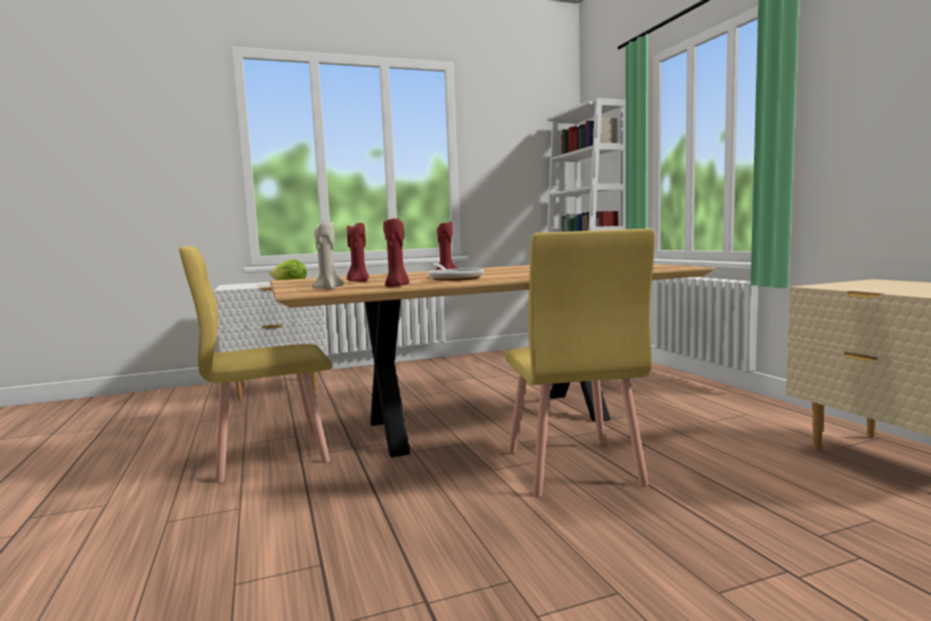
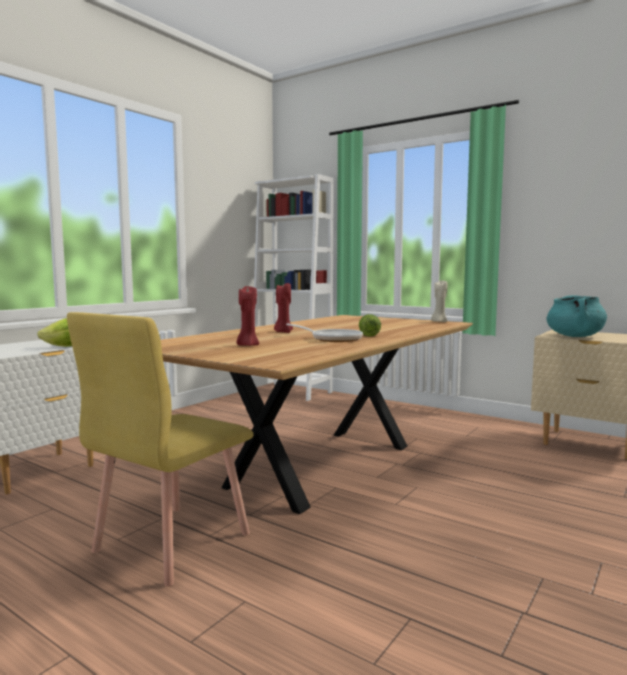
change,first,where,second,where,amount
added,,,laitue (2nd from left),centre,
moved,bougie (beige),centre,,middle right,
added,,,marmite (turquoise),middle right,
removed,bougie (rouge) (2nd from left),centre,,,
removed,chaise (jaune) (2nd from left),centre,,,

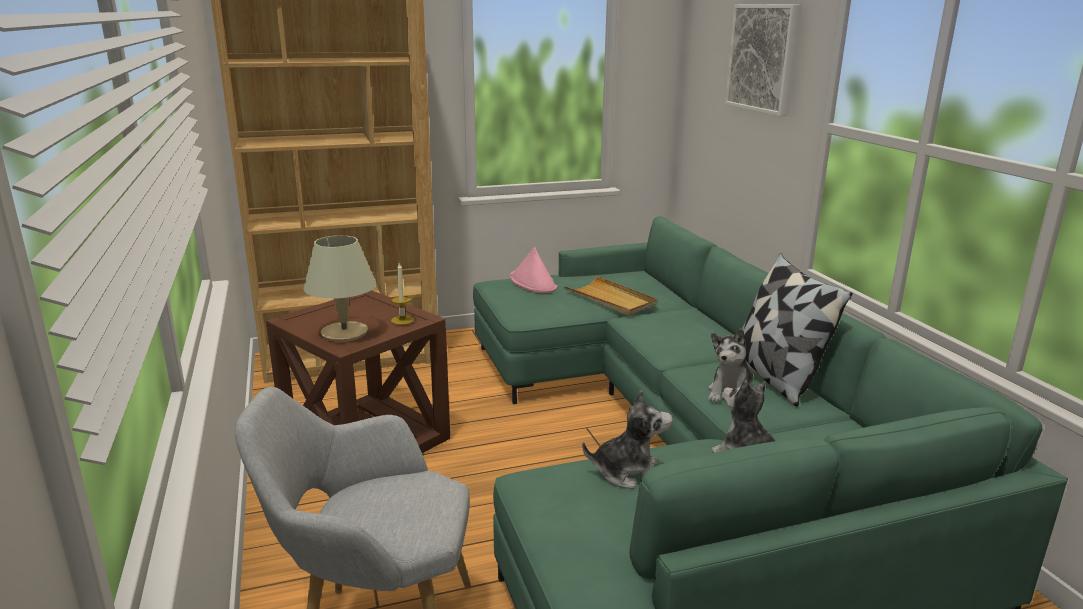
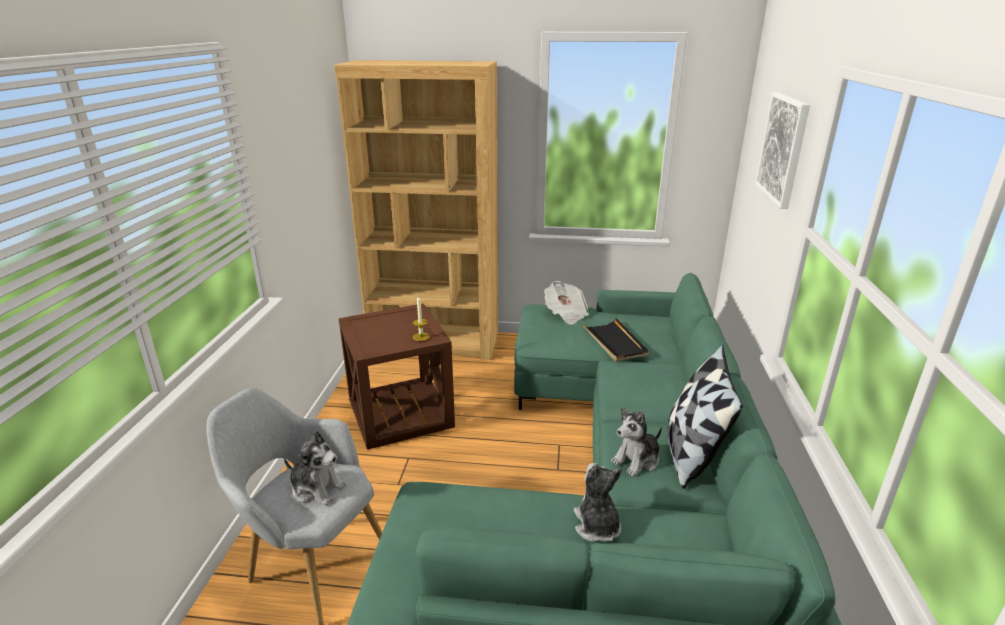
change,first,where,second,where,amount
moved,peluche (1st from left),bottom centre,,bottom left,
replaced,chapeau (rose),centre,journal,centre,
recoloured,plateau (beige),centre,plateau (noir),centre,
removed,lampe de table (beige),middle left,,,

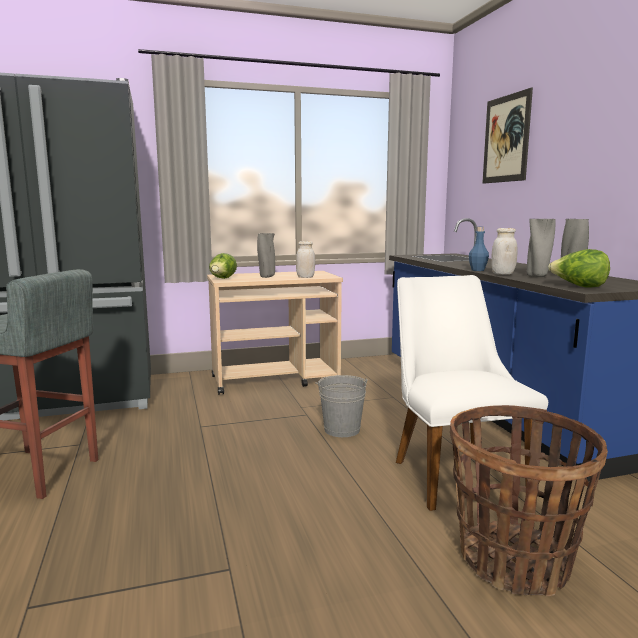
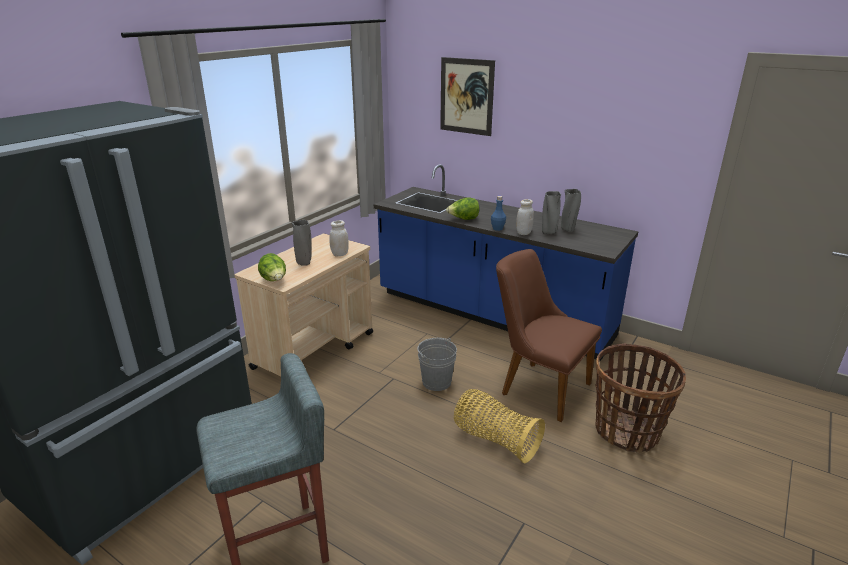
change,first,where,second,where,amount
moved,laitue (2nd from left),middle right,,centre,
added,,,panier (1st from left),bottom centre,
recoloured,chaise (blanc),middle right,chaise (marron),centre,

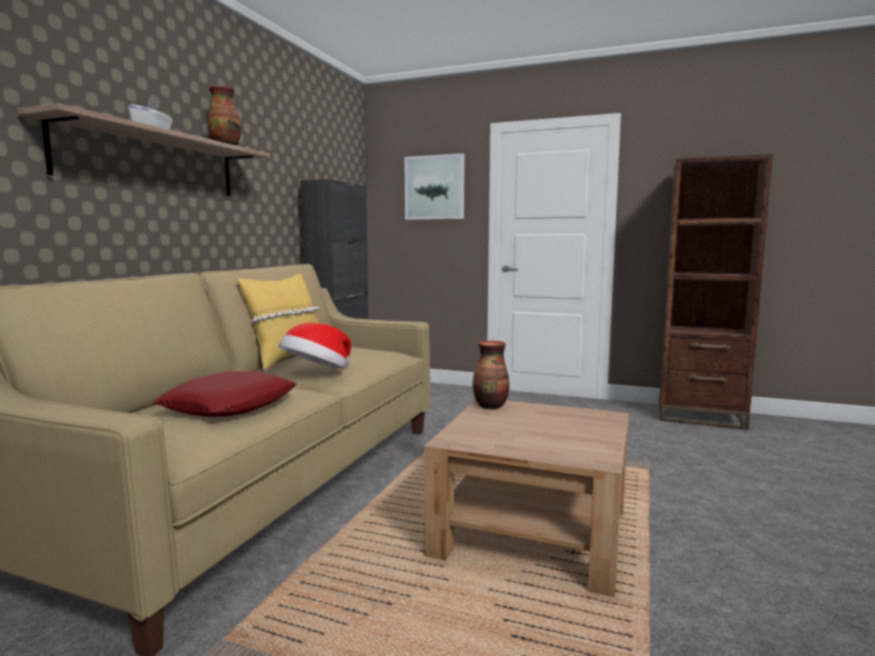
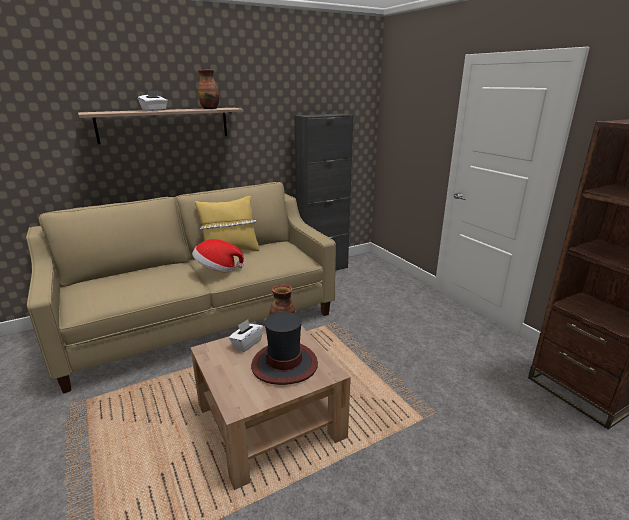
change,first,where,second,where,amount
added,,,boîte à mouchoirs (blanc) (2nd from left),centre,
added,,,chapeau (2nd from left),bottom centre,
removed,coussin (rouge),middle left,,,
removed,tableau,top centre,,,

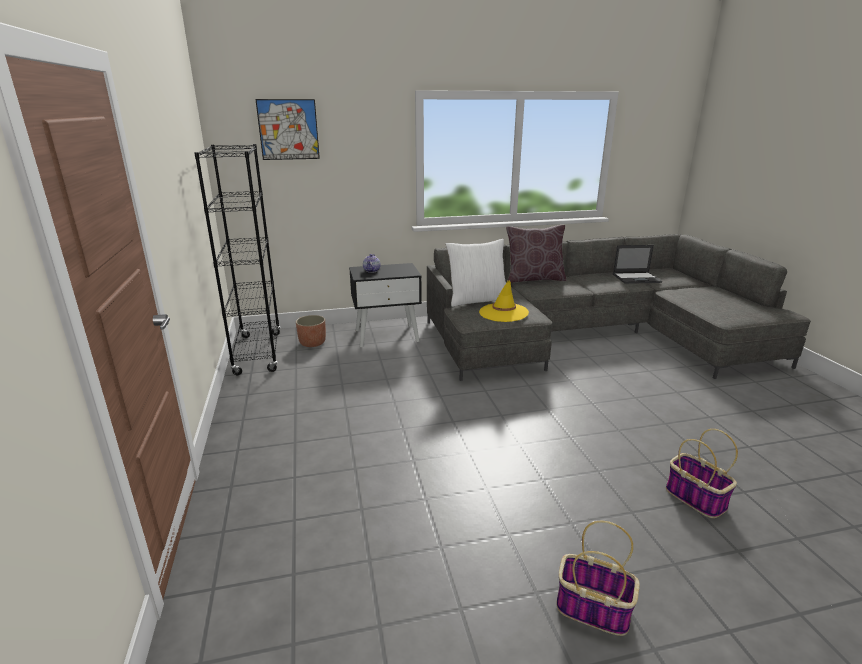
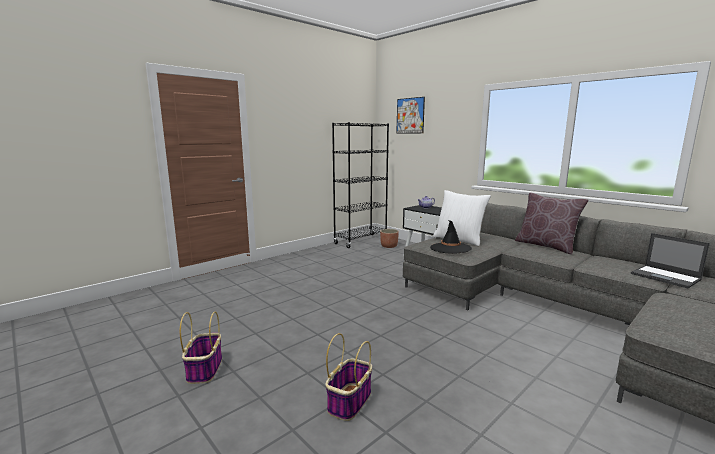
change,first,where,second,where,amount
recoloured,chapeau (jaune),centre,chapeau (noir),centre,

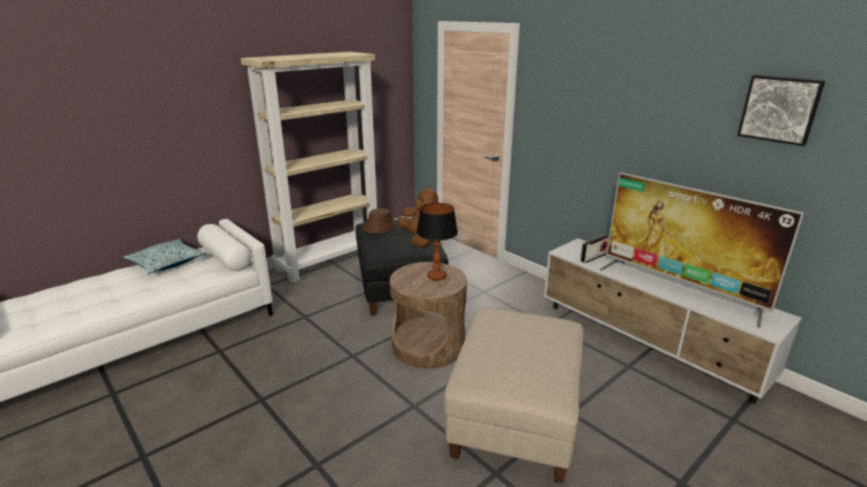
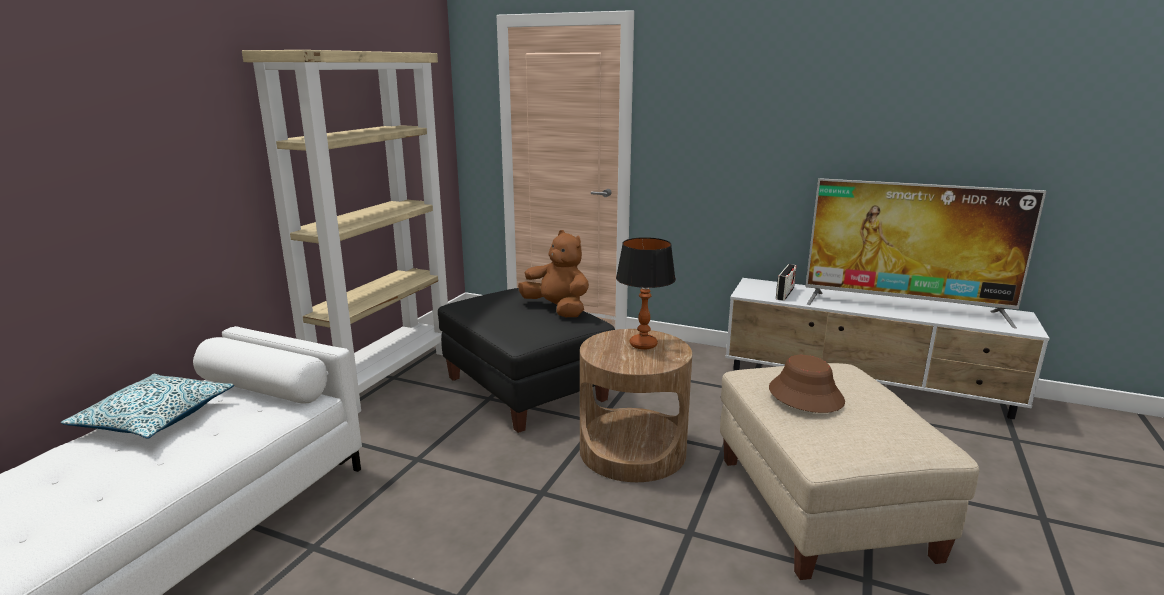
change,first,where,second,where,amount
moved,chapeau (marron),centre,,middle right,
removed,tableau,top right,,,

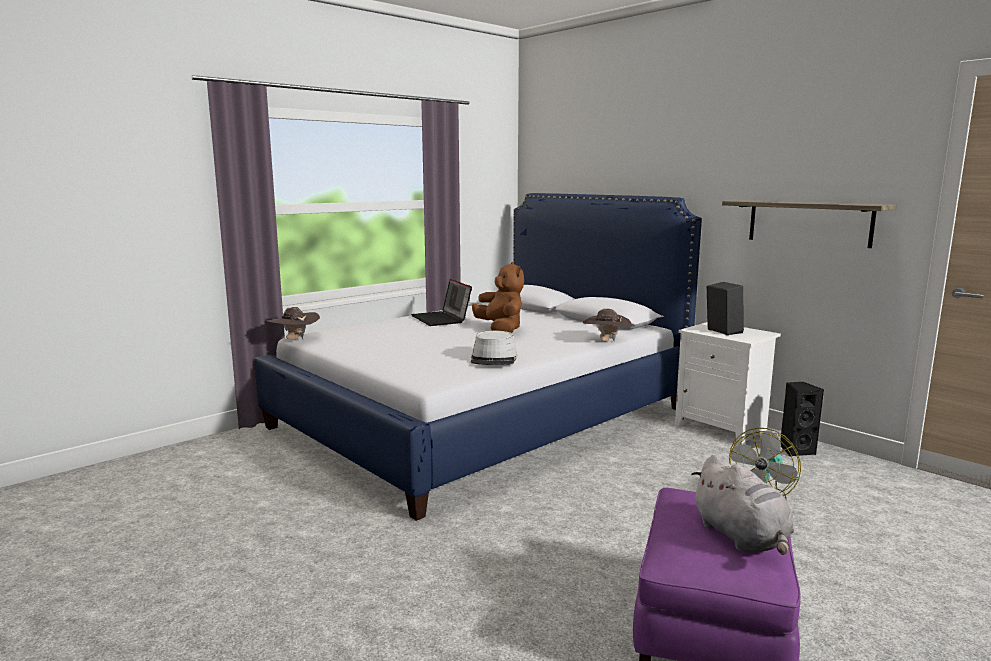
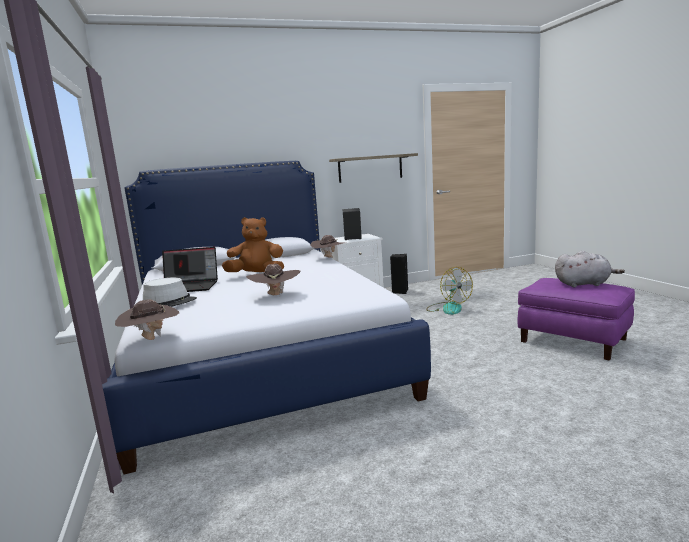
change,first,where,second,where,amount
moved,chapeau (gris),centre,,middle left,
added,,,chapeau (marron) (2nd from left),centre,

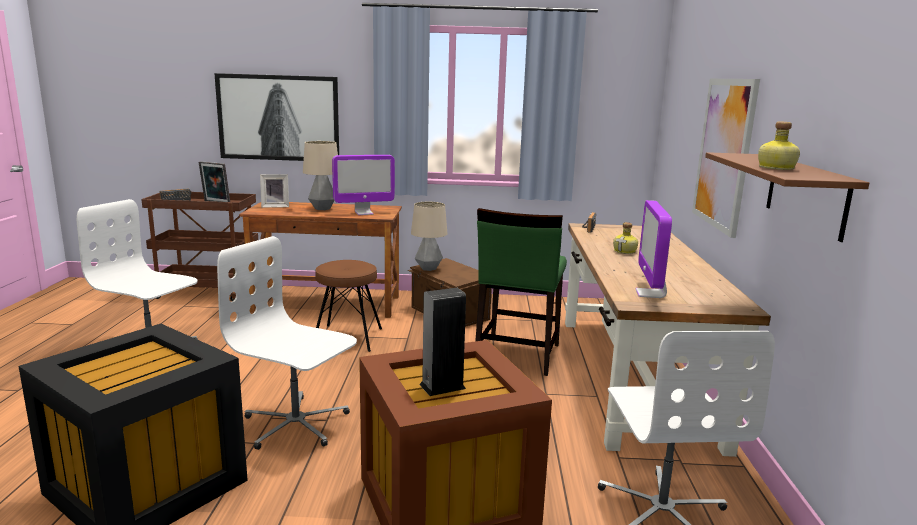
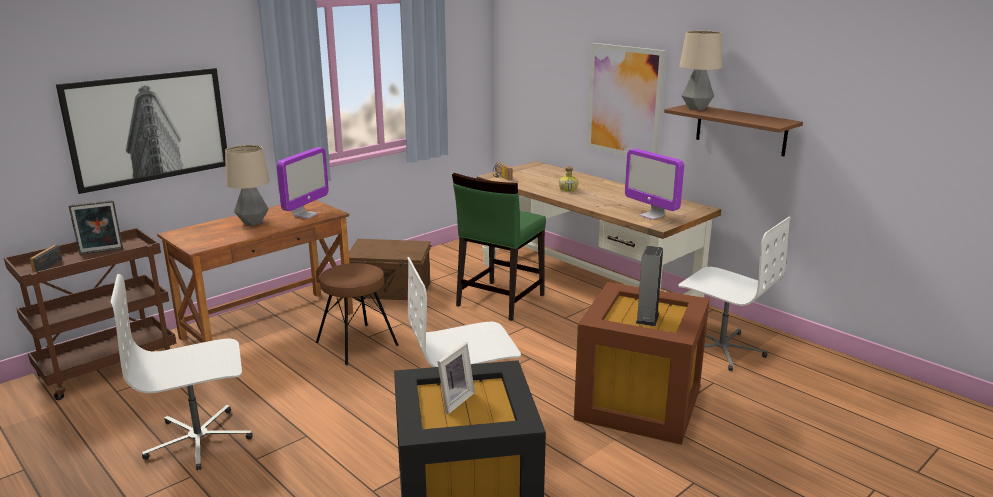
change,first,where,second,where,amount
moved,cadre photo (2nd from left),middle left,,bottom centre,
turned,chaise (vert),centre,,centre,60 degrees clockwise
moved,lampe de table (2nd from left),centre,,top right,
removed,bouteille (2nd from left),top right,,,

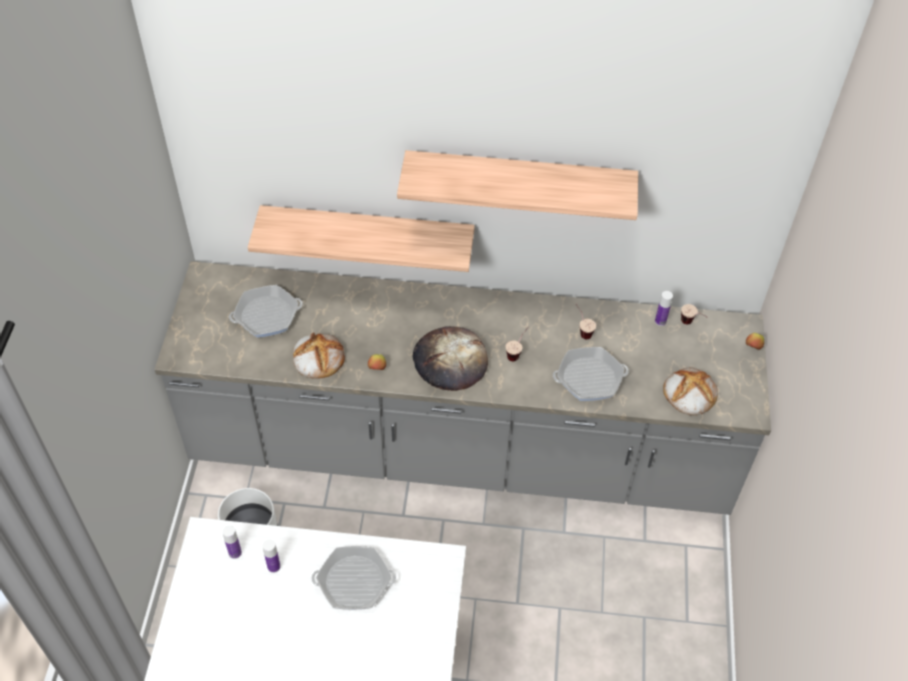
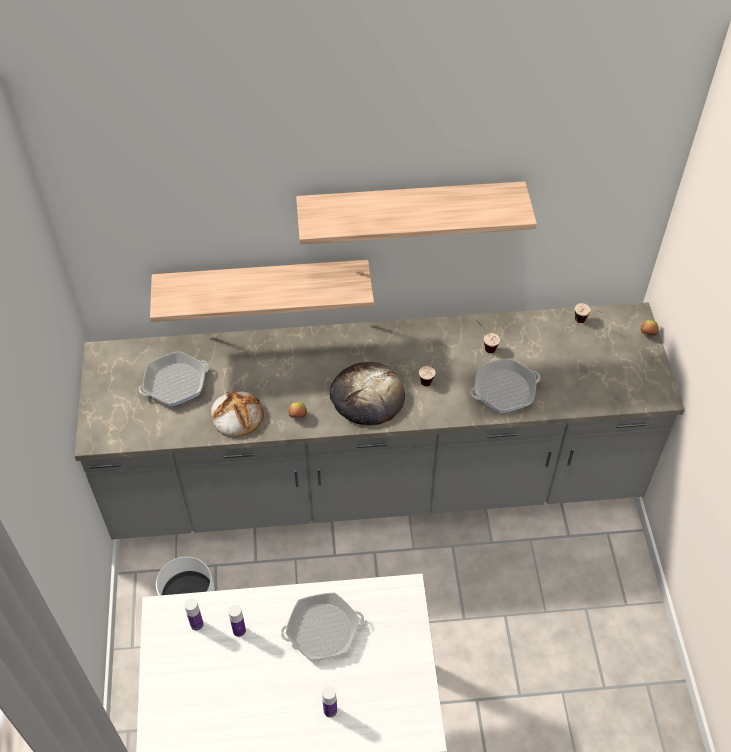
change,first,where,second,where,amount
moved,bouteille (3rd from left),middle right,,bottom centre,
removed,pain (3rd from left),middle right,,,

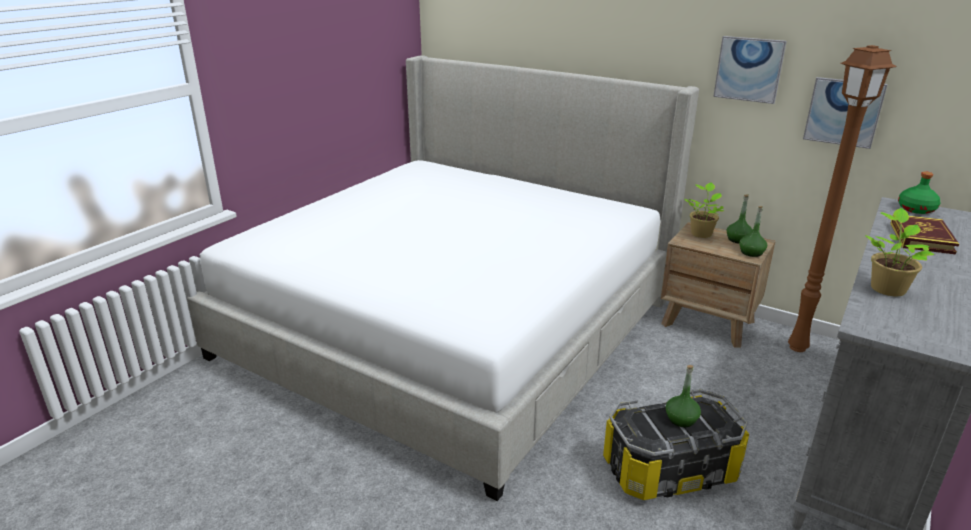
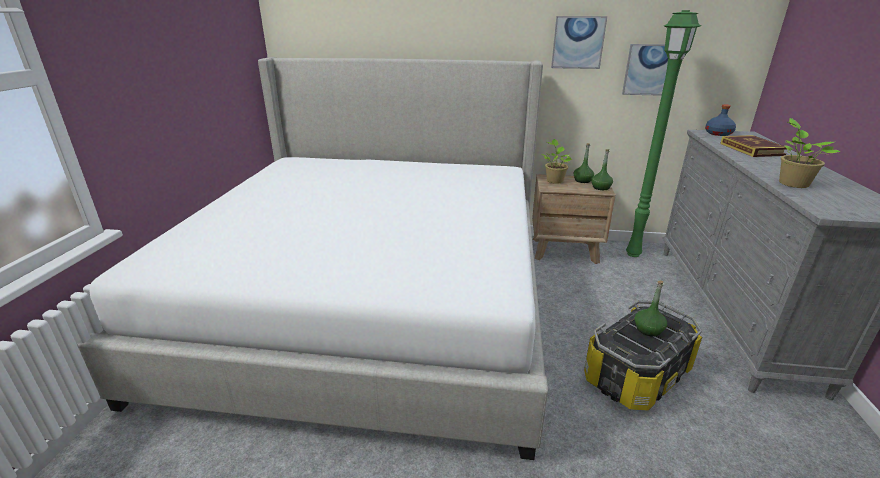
change,first,where,second,where,amount
recoloured,lampadaire (marron),middle right,lampadaire (vert),top right,
recoloured,bouteille (vert) (4th from left),middle right,bouteille (bleu),top right,

